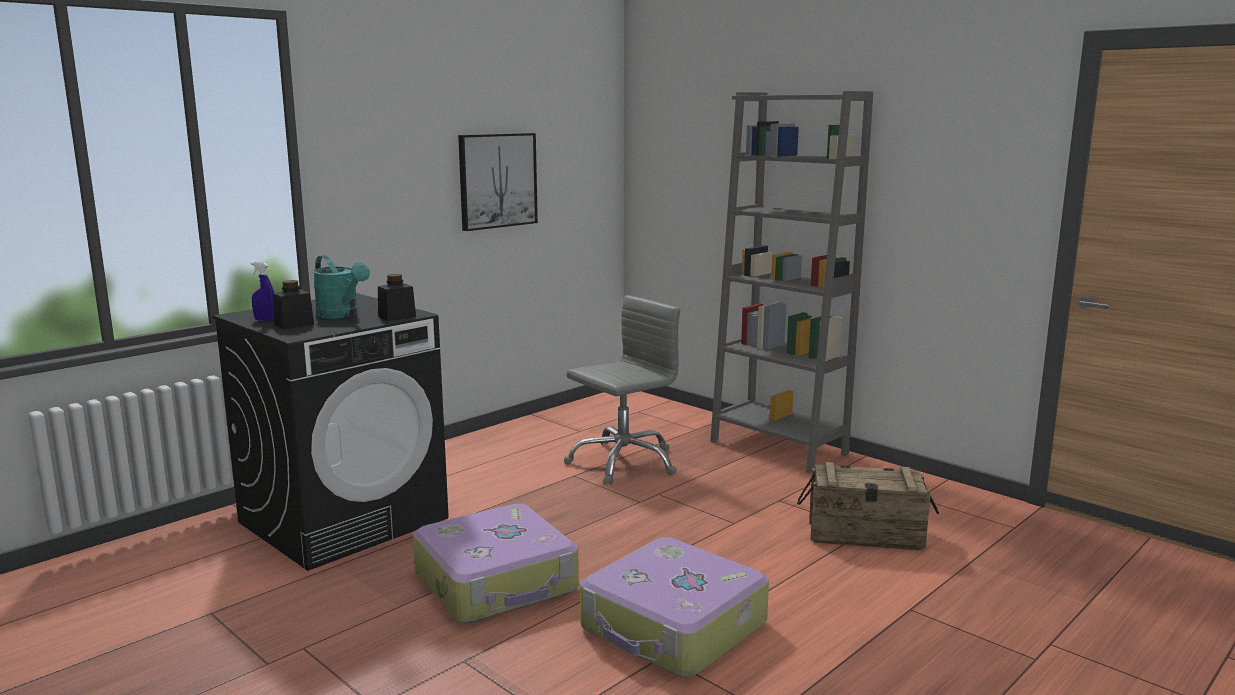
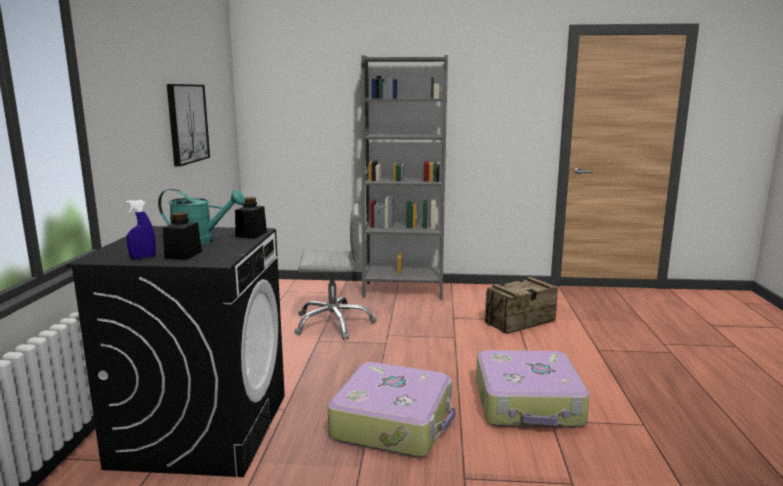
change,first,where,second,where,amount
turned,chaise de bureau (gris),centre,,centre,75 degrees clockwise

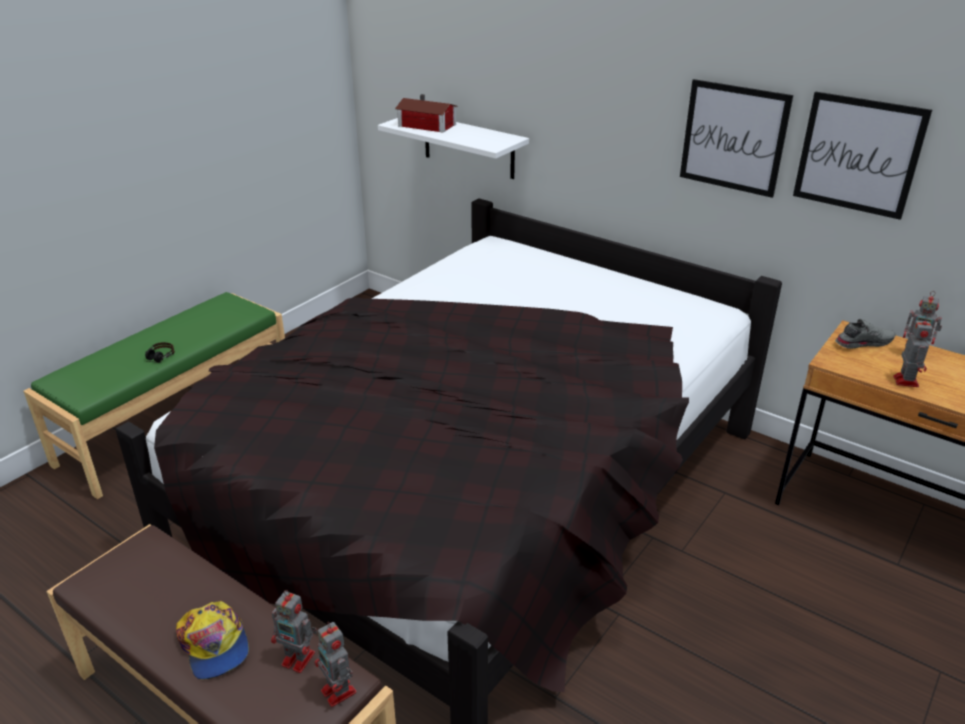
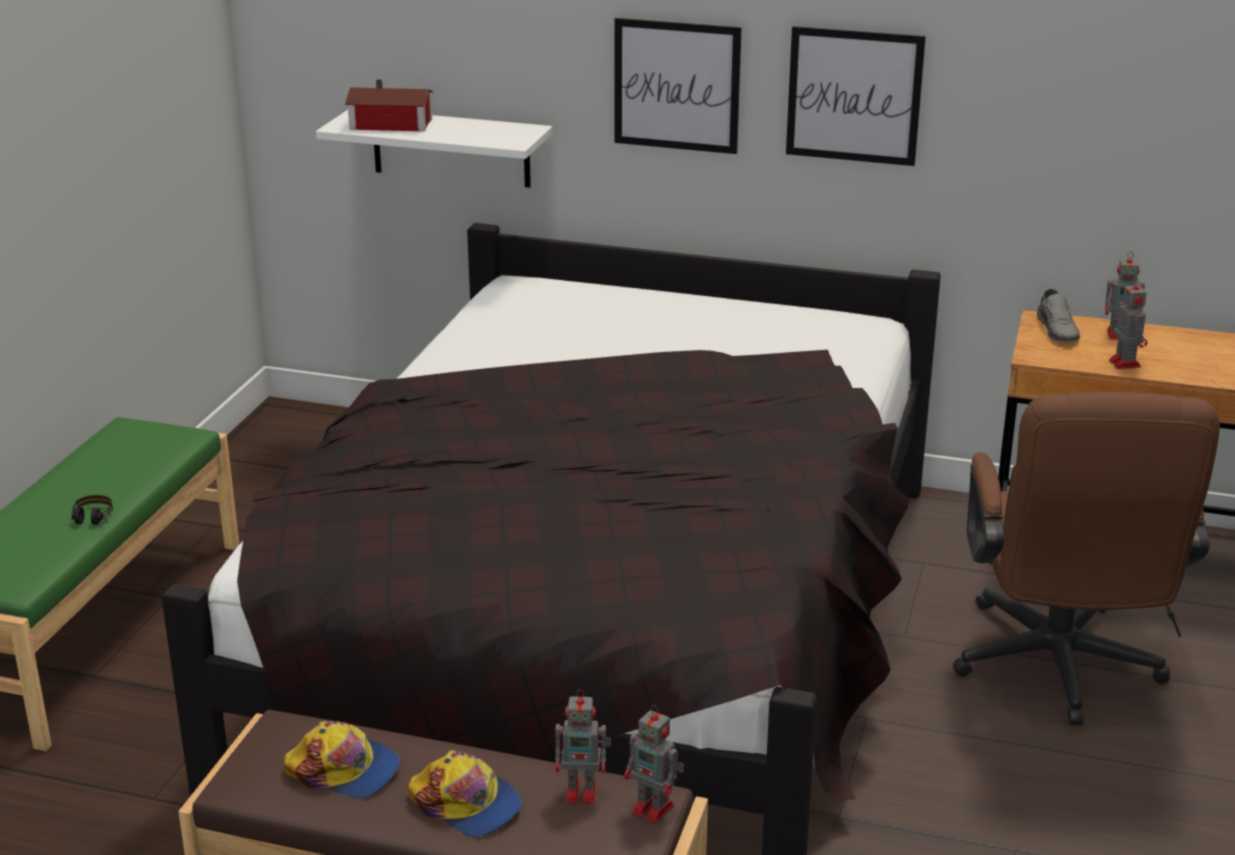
change,first,where,second,where,amount
added,,,casquette (1st from left),bottom left,
moved,tableau (2nd from left in the first image),top right,tableau (1st from left),top centre,
added,,,chaise de bureau (marron),middle right,
turned,chaussure (gris),middle right,,middle right,120 degrees clockwise

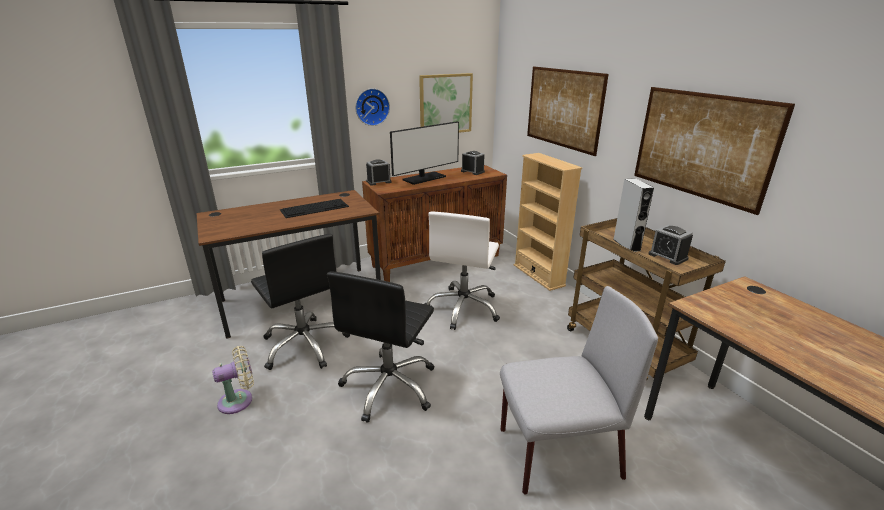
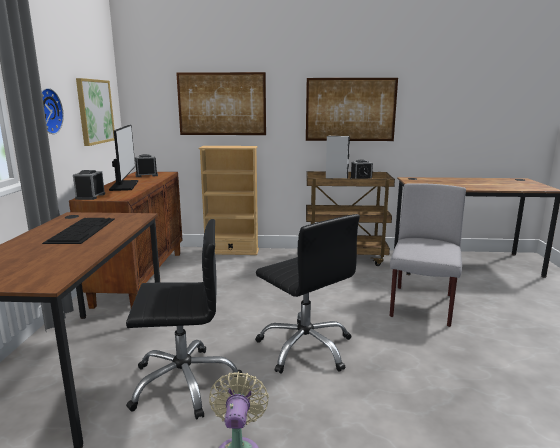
change,first,where,second,where,amount
removed,chaise de bureau (blanc),centre,,,

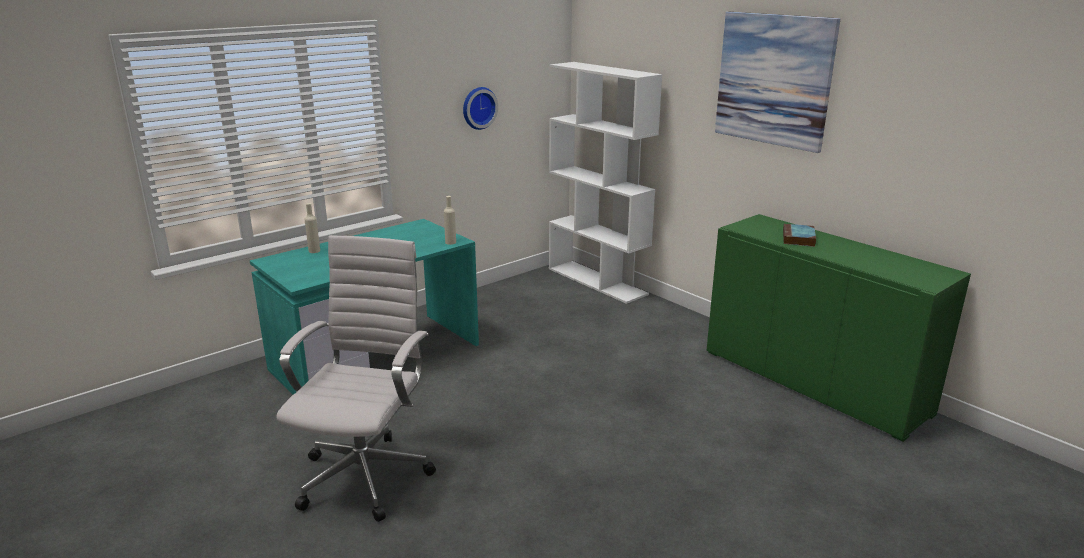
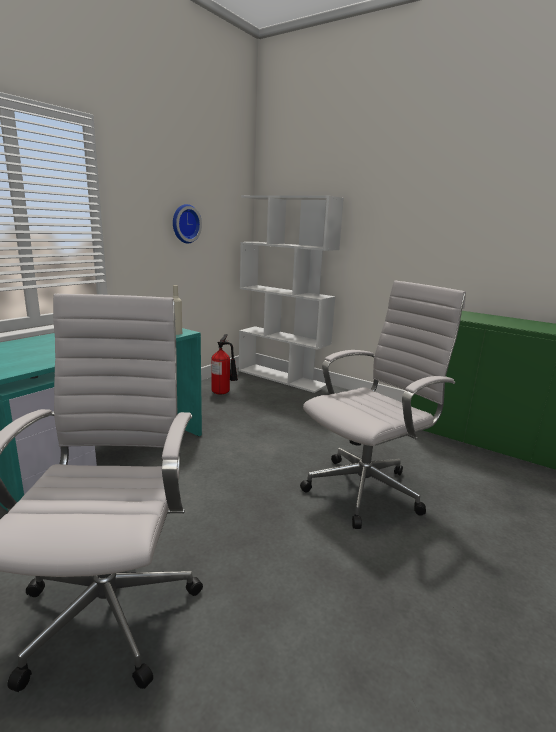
change,first,where,second,where,amount
added,,,extincteur,centre,
added,,,chaise de bureau (blanc) (2nd from left),middle right,
removed,bouteille (beige) (1st from left),middle left,,,
removed,tableau,top right,,,
removed,livre,middle right,,,

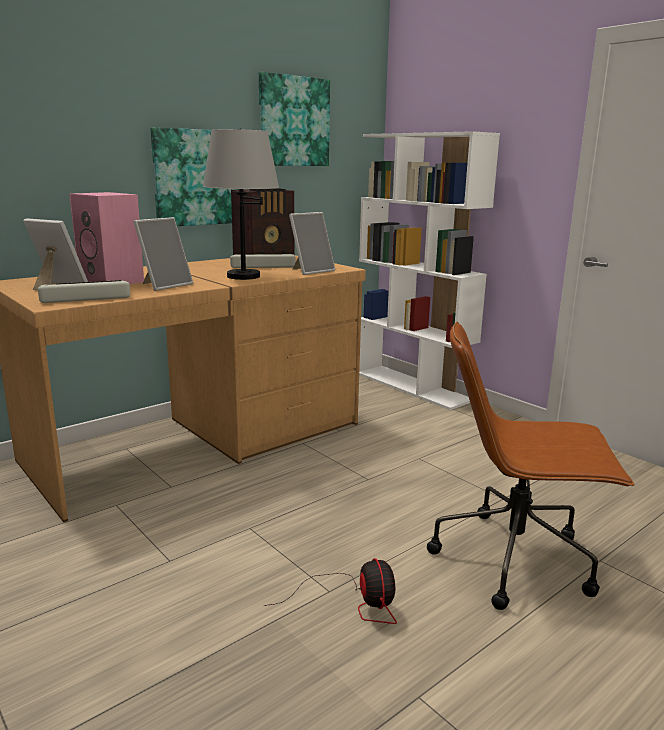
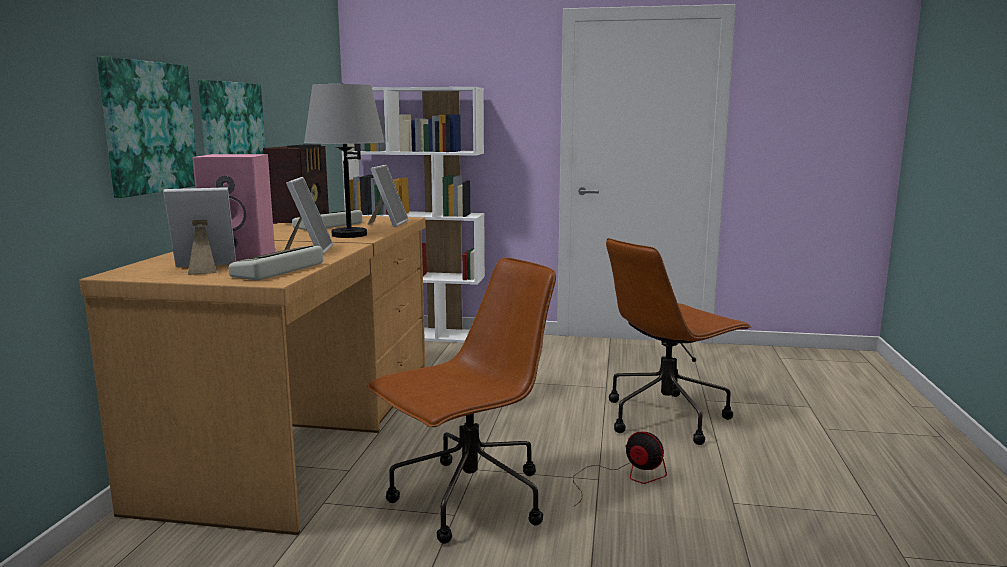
change,first,where,second,where,amount
moved,tableau (2nd from left in the first image),top centre,tableau (1st from left),top left,
added,,,chaise de bureau (marron) (1st from left),bottom centre,

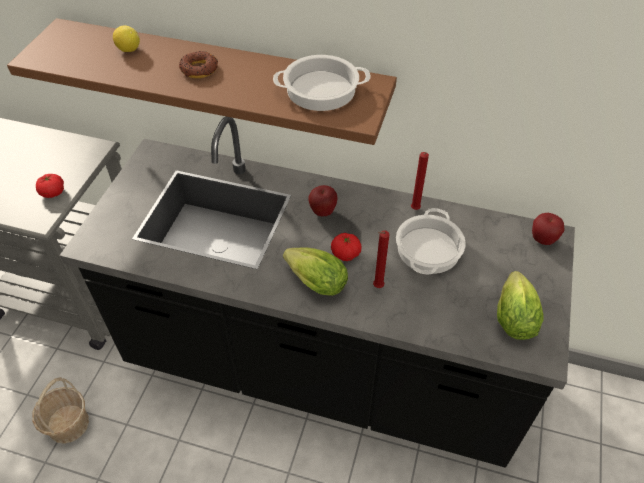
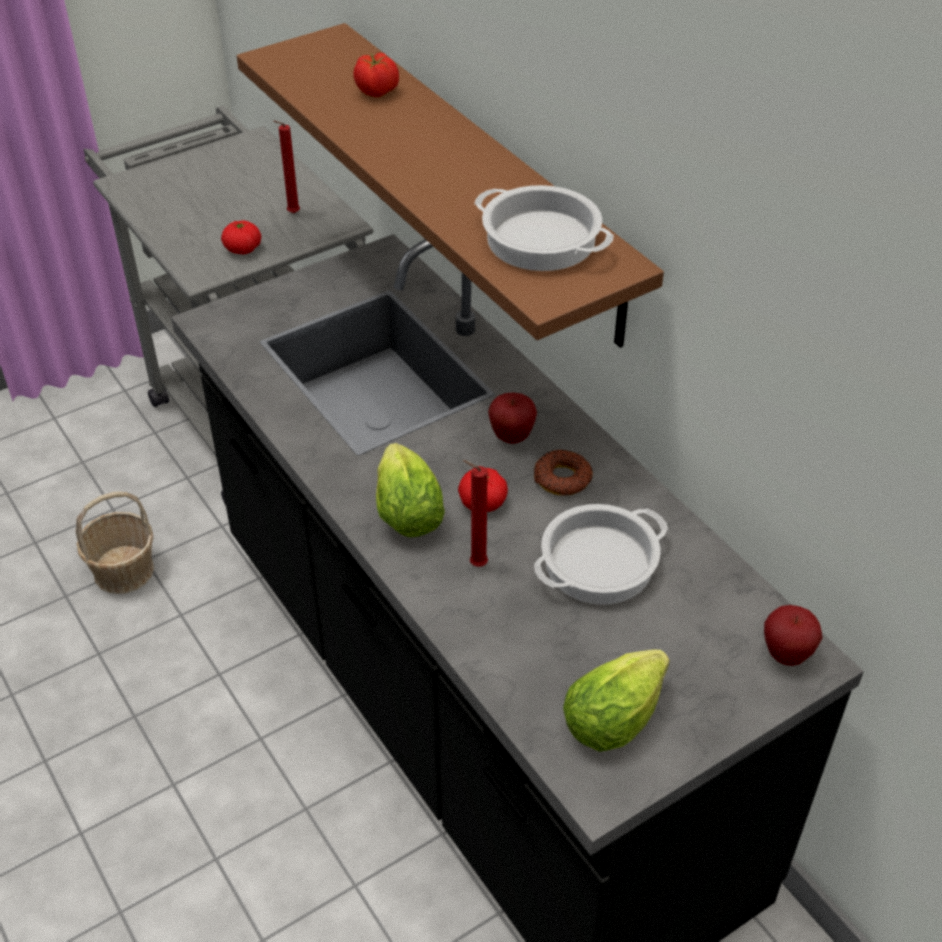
change,first,where,second,where,amount
moved,bougie (rouge) (2nd from left in the first image),centre,bougie (rouge) (1st from left),top left,
replaced,citron,top left,tomate (2nd from left),top centre,
moved,beignet,top left,,centre,

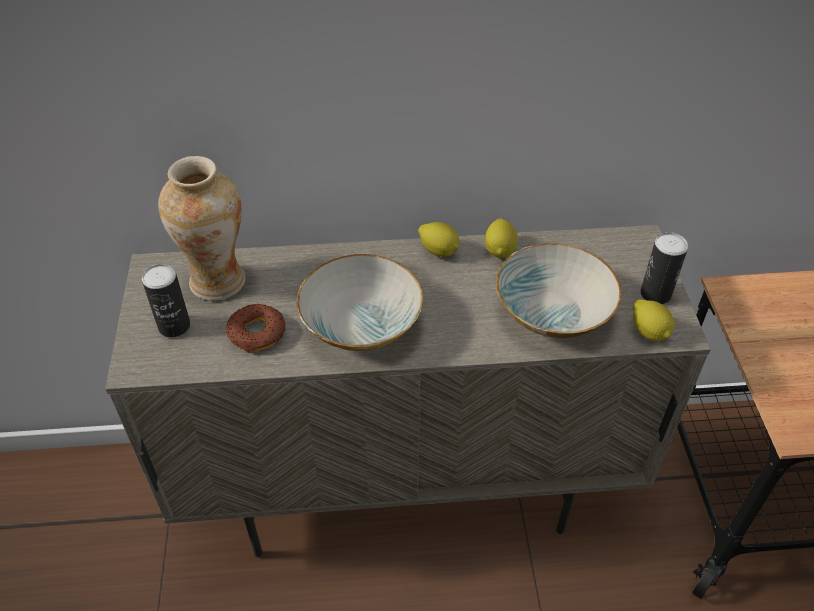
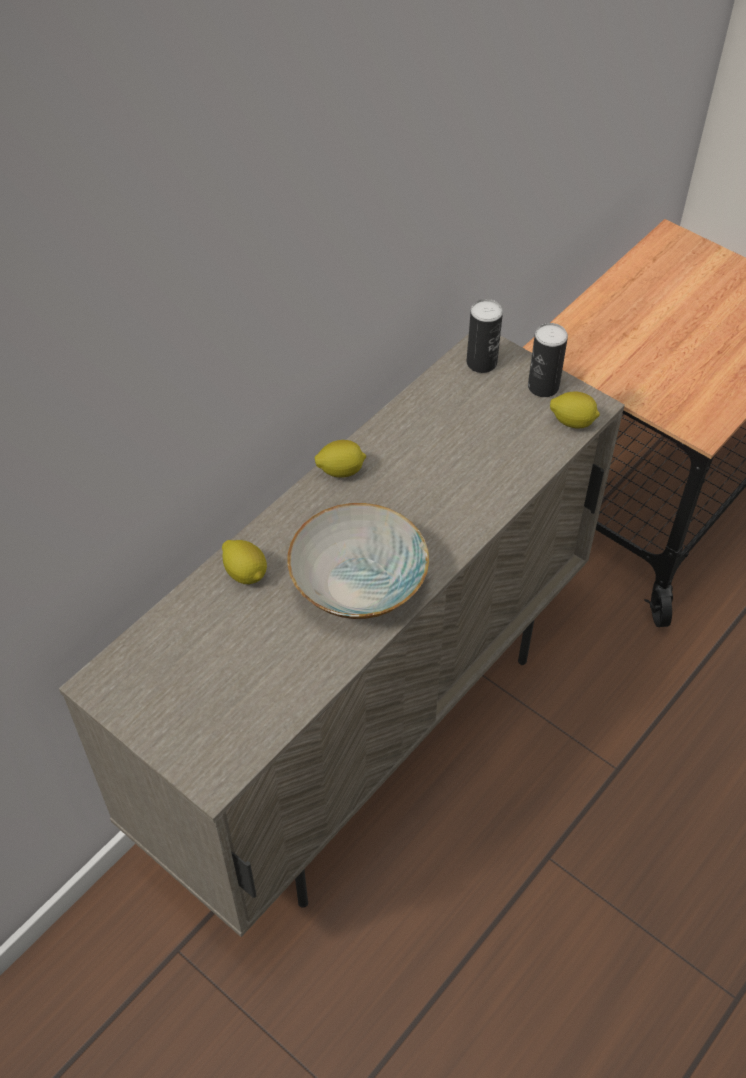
change,first,where,second,where,amount
moved,citron (2nd from left in the first image),centre,citron (1st from left),middle left,
moved,boîte métallique (1st from left),middle left,,top centre,
removed,vase,middle left,,,
removed,beignet,middle left,,,
removed,bol (2nd from left),middle right,,,

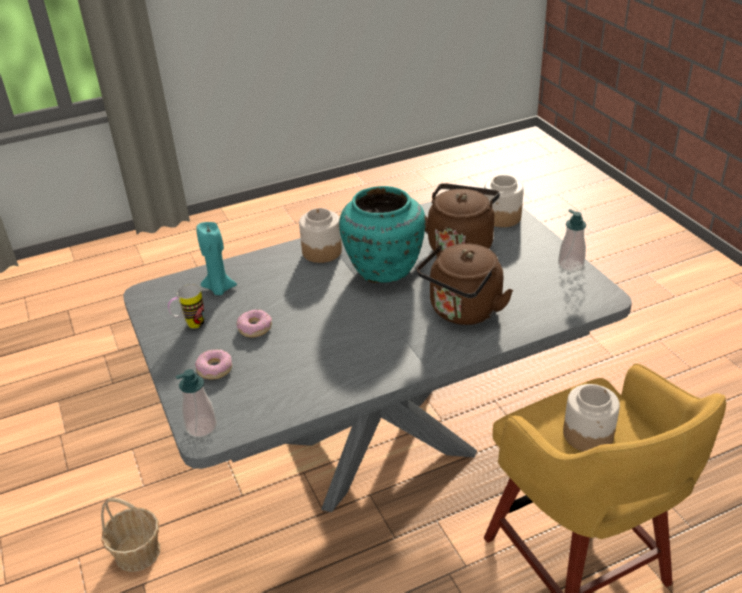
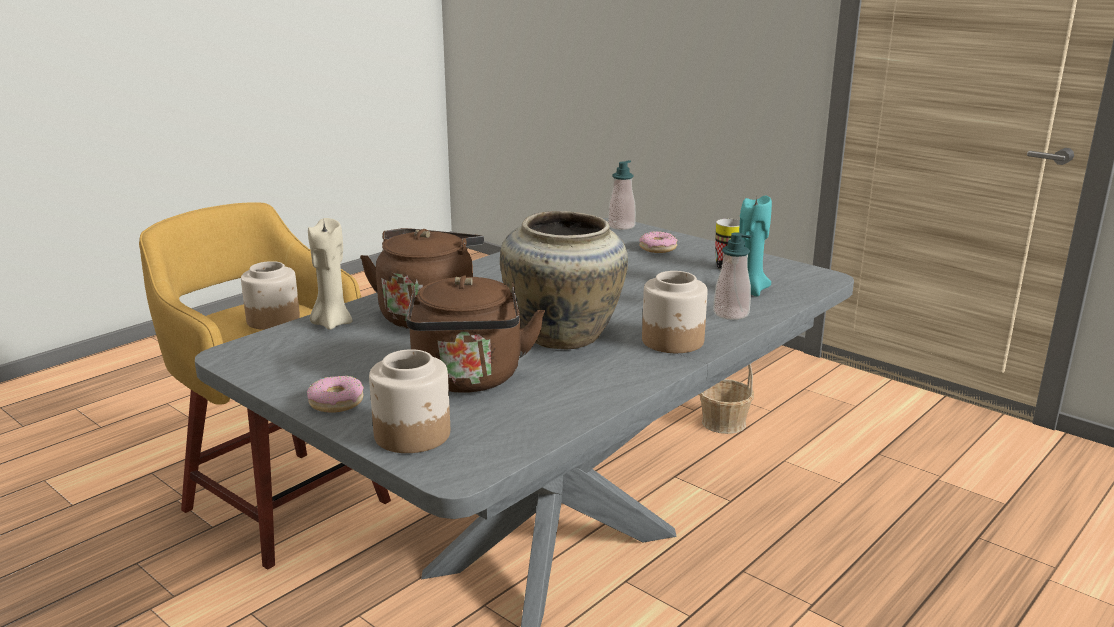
change,first,where,second,where,amount
moved,beignet (2nd from left in the first image),centre,beignet (1st from left),middle left,
added,,,bougie (beige),middle left,
recoloured,vase (turquoise),centre,vase (beige),centre,
moved,distributeur de savon (2nd from left),middle right,,centre,

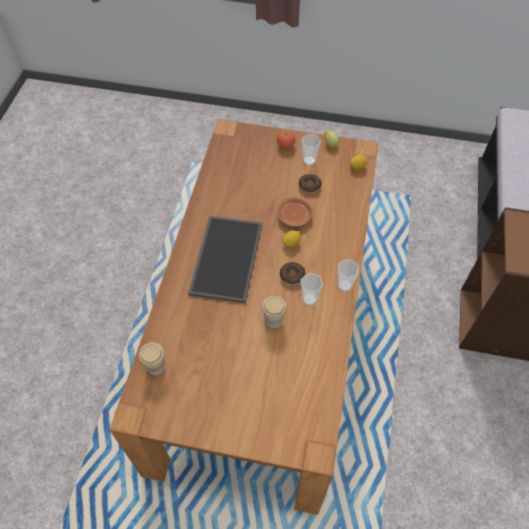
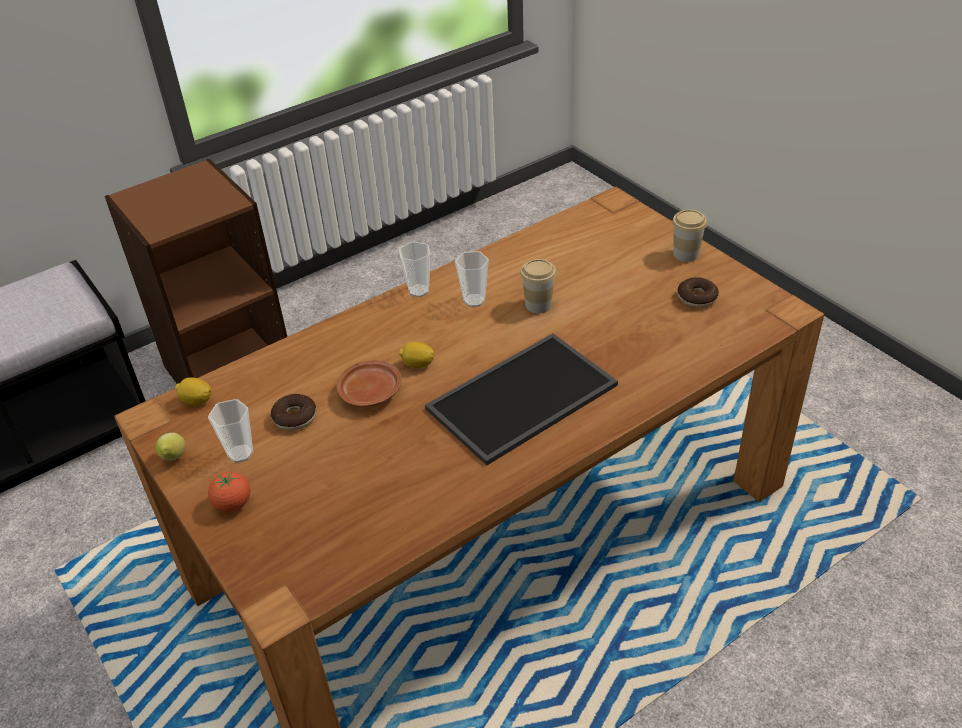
change,first,where,second,where,amount
moved,tasse (1st from left in the first image),bottom left,tasse (5th from left),top right,
moved,beignet (1st from left in the first image),centre,beignet (2nd from left),middle right,

